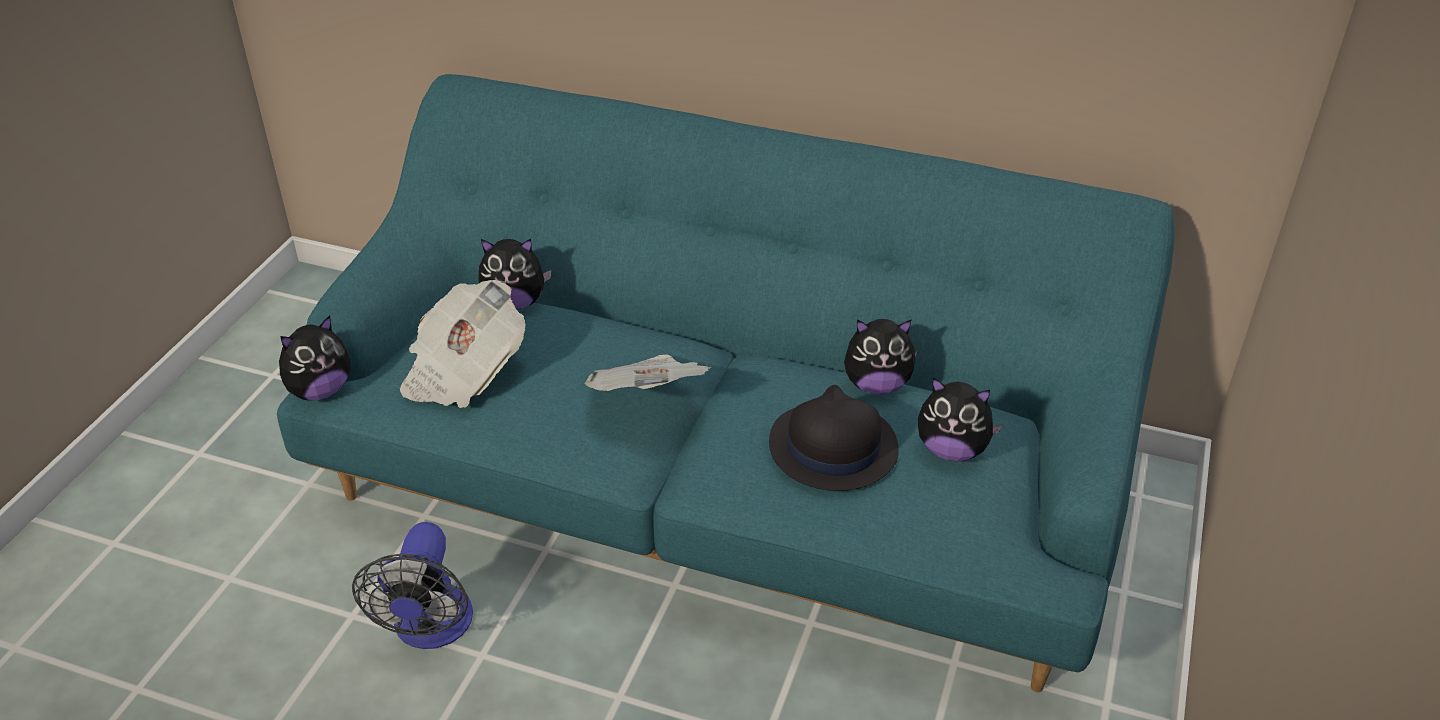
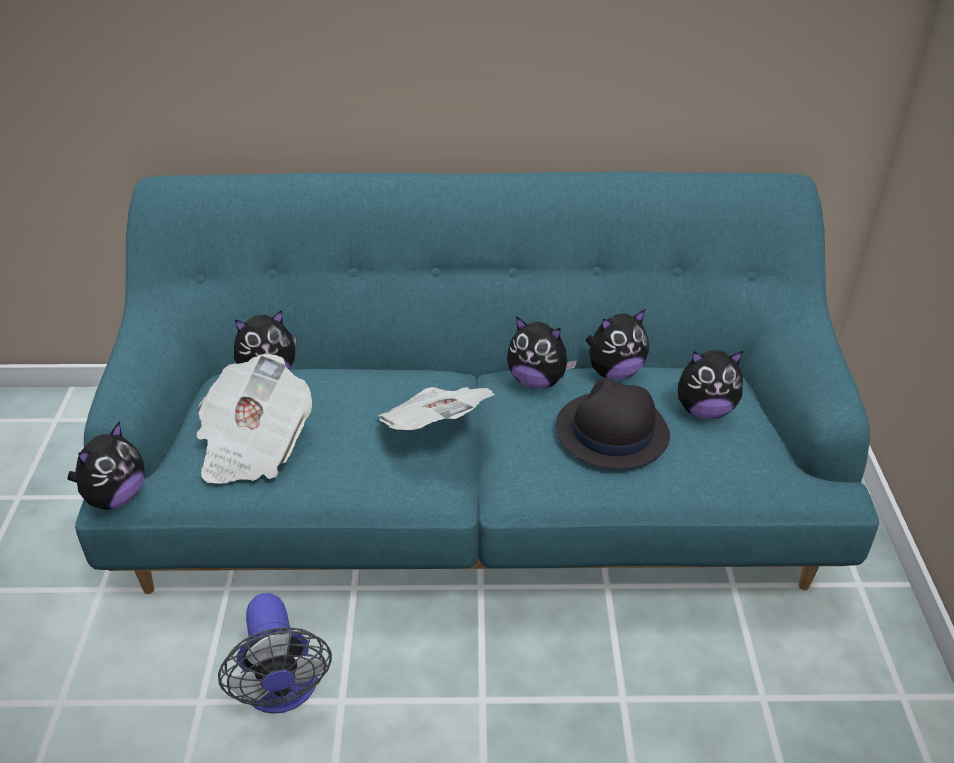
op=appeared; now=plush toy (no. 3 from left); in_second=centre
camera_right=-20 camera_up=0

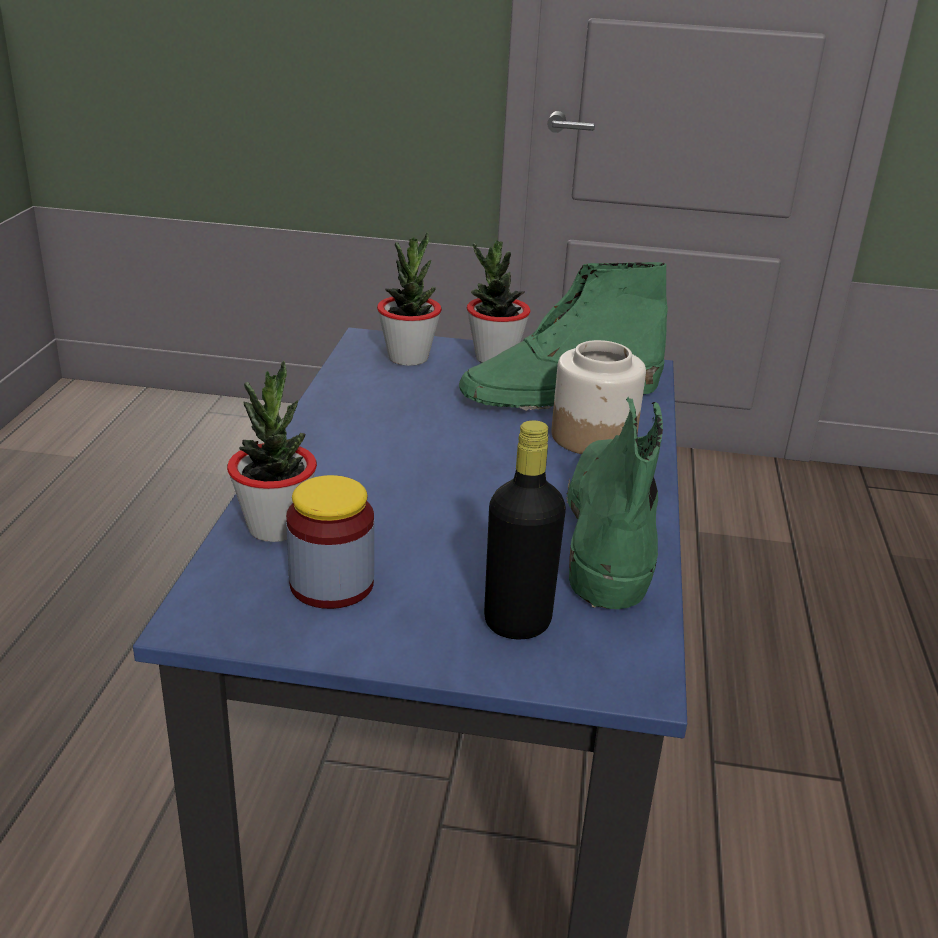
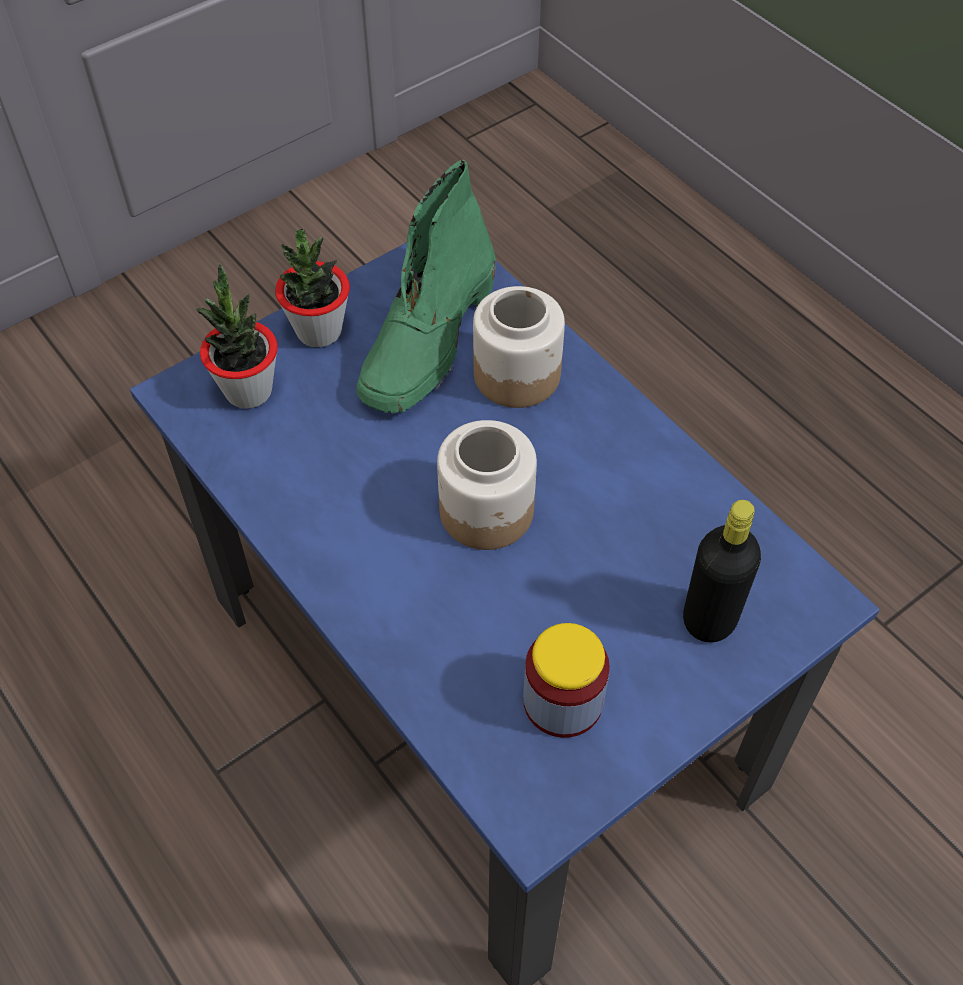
op=missing; was=potted plant (no. 1 from left); in_first=middle left
op=missing; was=green boot (no. 2 from left); in_first=centre
op=appeared; now=jar (no. 1 from left); in_second=centre
camera_right=-45 camera_up=25

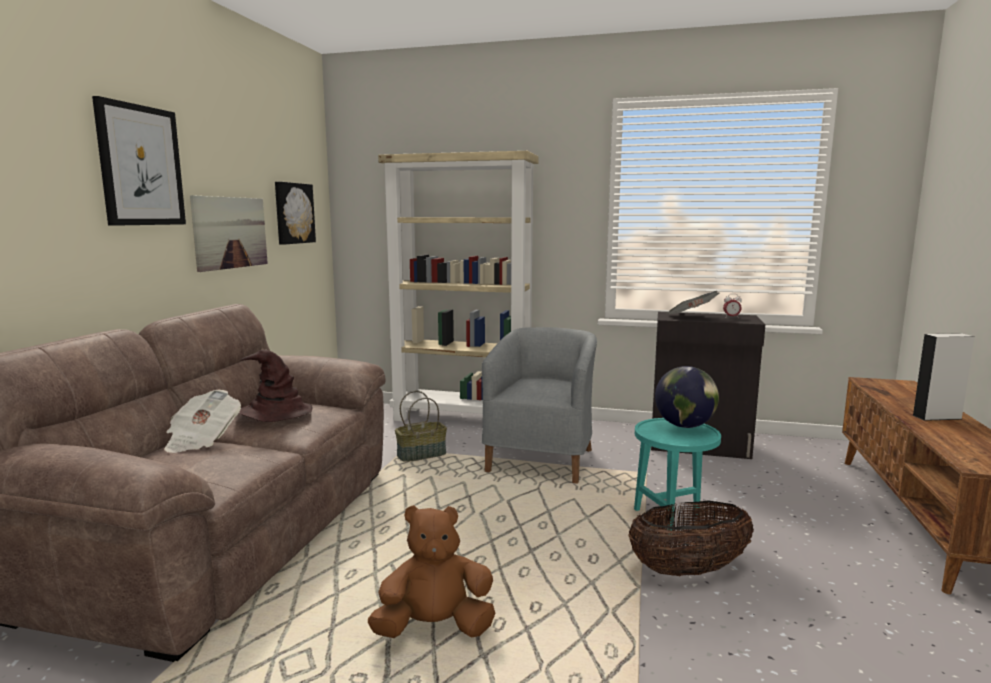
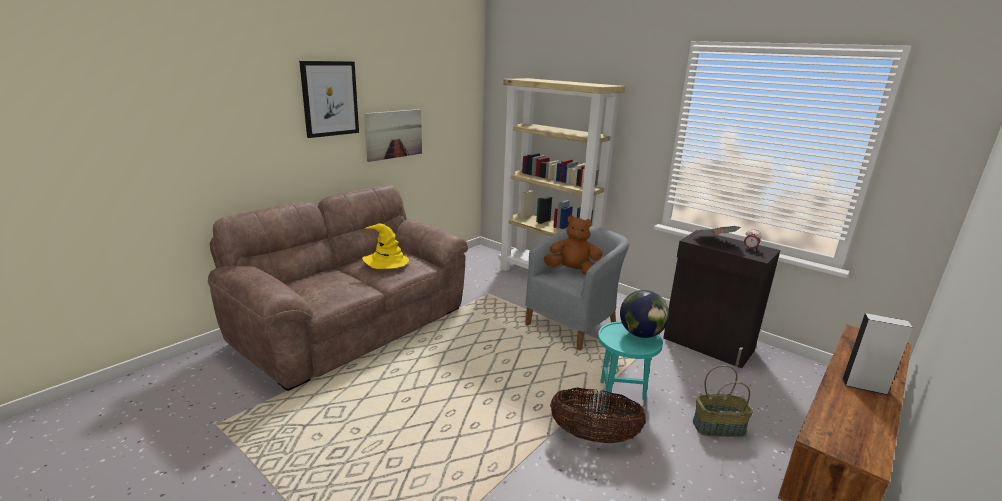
op=missing; was=newspaper (no. 1 from left); in_first=middle left
op=colour; was=brown hat; now=yellow hat; in_first=middle left; in_second=centre
op=missing; was=picture (no. 3 from left); in_first=top left
op=relocated; was=brown plush toy; in_first=bottom centre; in_second=centre
op=relocated; was=basket (no. 1 from left in the first image); now=basket (no. 2 from left); in_first=centre; in_second=bottom right
camera_right=25 camera_up=10

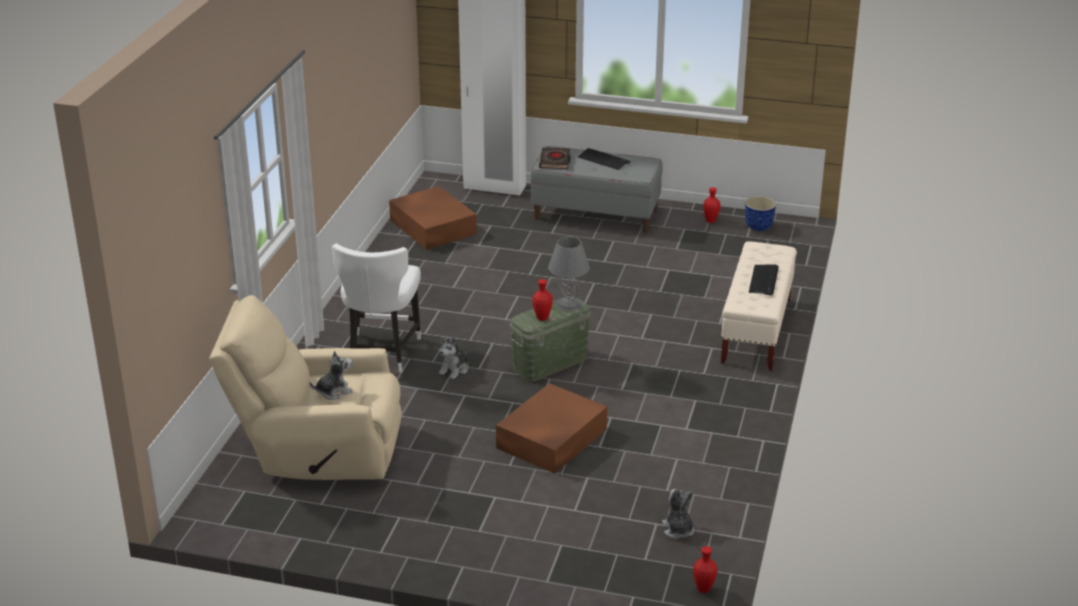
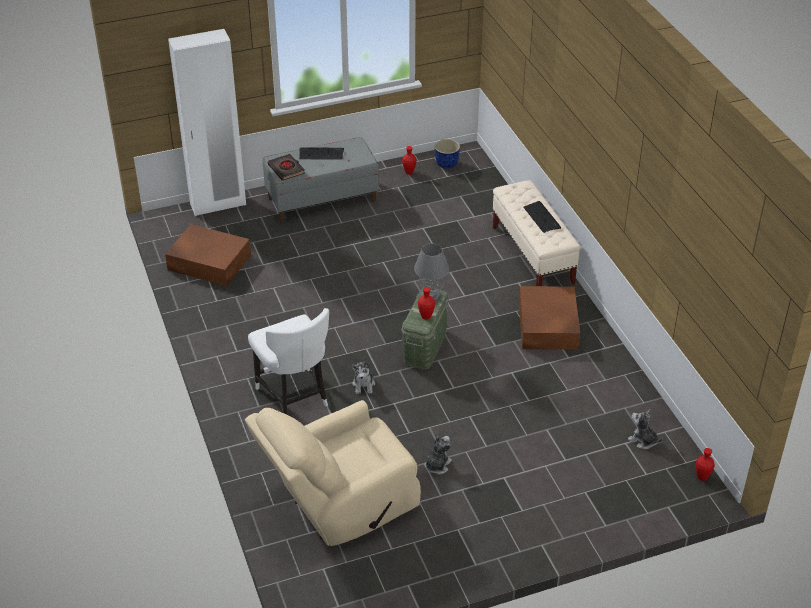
op=relocated; was=plush toy (no. 1 from left in the first image); now=plush toy (no. 2 from left); in_first=middle left; in_second=bottom centre
op=relocated; was=brown storage box (no. 2 from left); in_first=bottom centre; in_second=middle right
camera_right=-35 camera_up=10

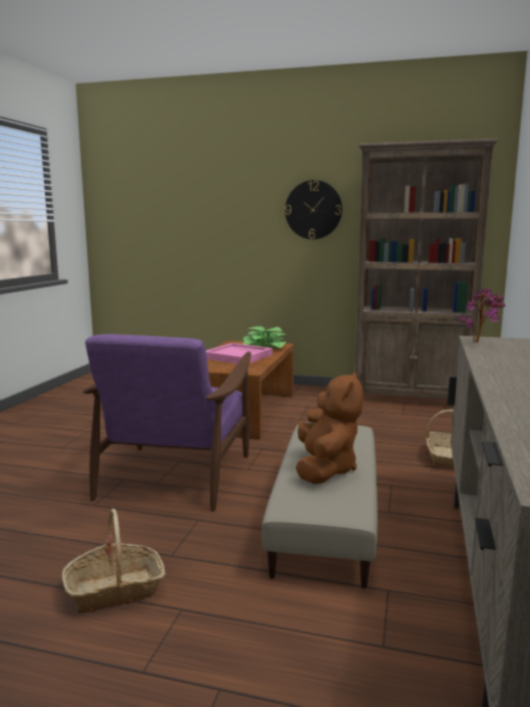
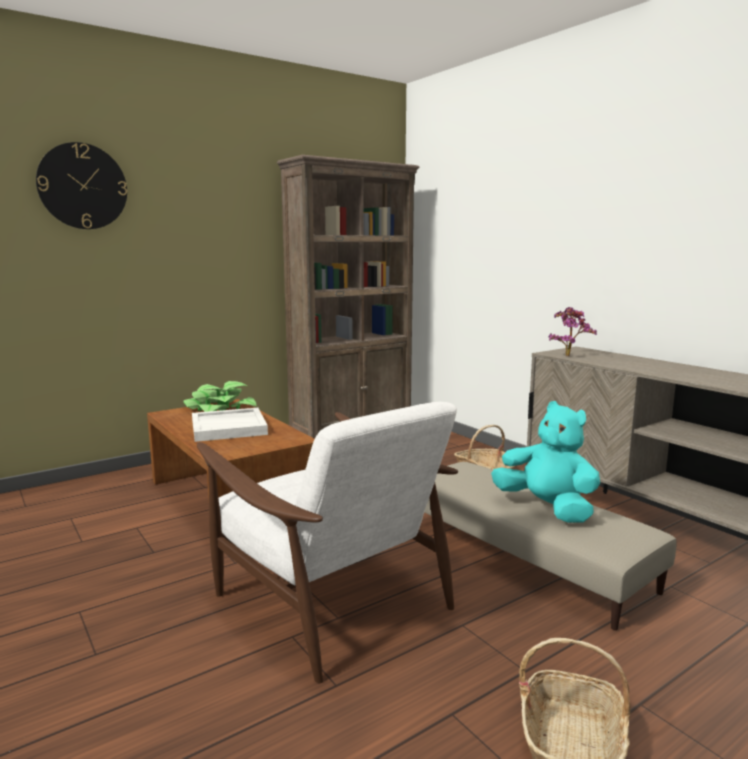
op=colour; was=purple armchair; now=white armchair; in_first=middle left; in_second=bottom centre
op=colour; was=pink tray; now=white tray; in_first=centre; in_second=middle left
op=relocated; was=wall clock; in_first=top centre; in_second=top left
op=colour; was=brown plush toy; now=turquoise plush toy; in_first=centre; in_second=middle right
camera_right=-50 camera_up=0

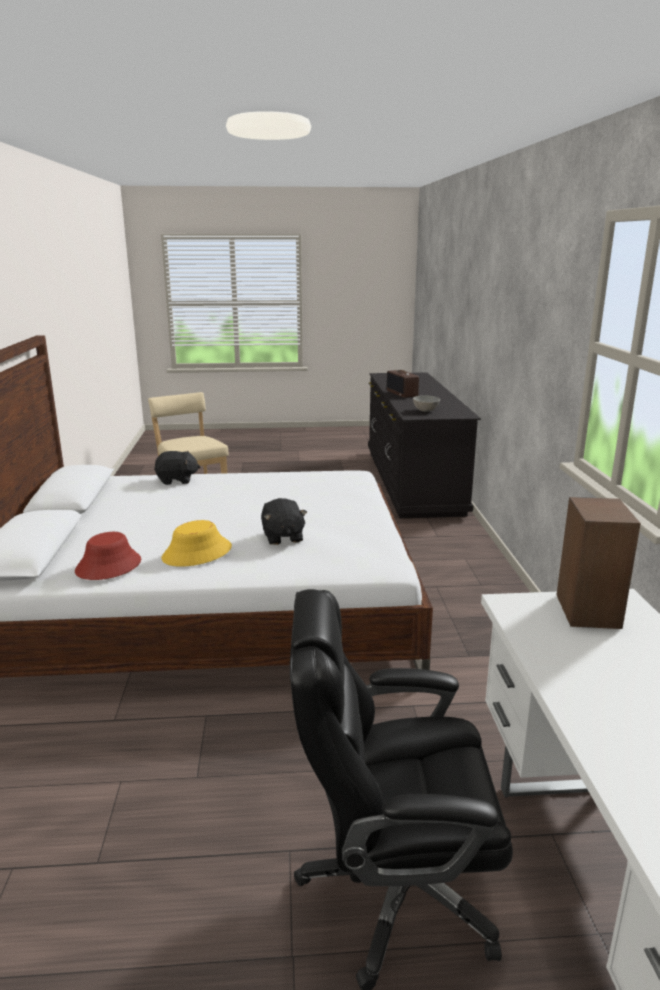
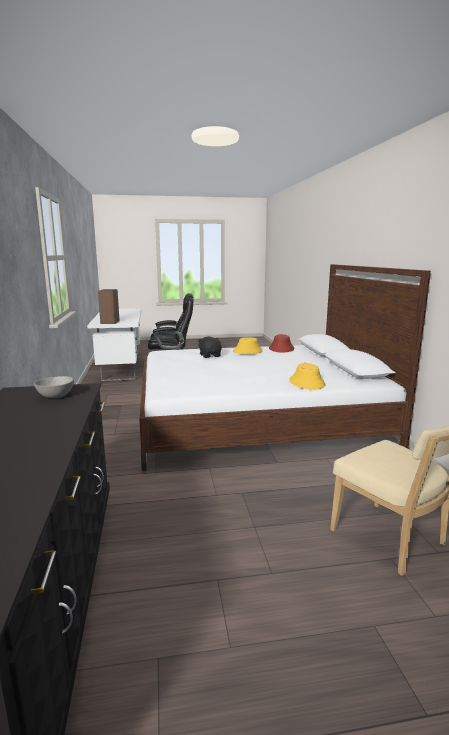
op=exchanged; was=black plush toy (no. 1 from left); now=yellow hat (no. 2 from left); in_first=middle left; in_second=middle right
op=missing; was=radio; in_first=centre
camera_right=175 camera_up=-5

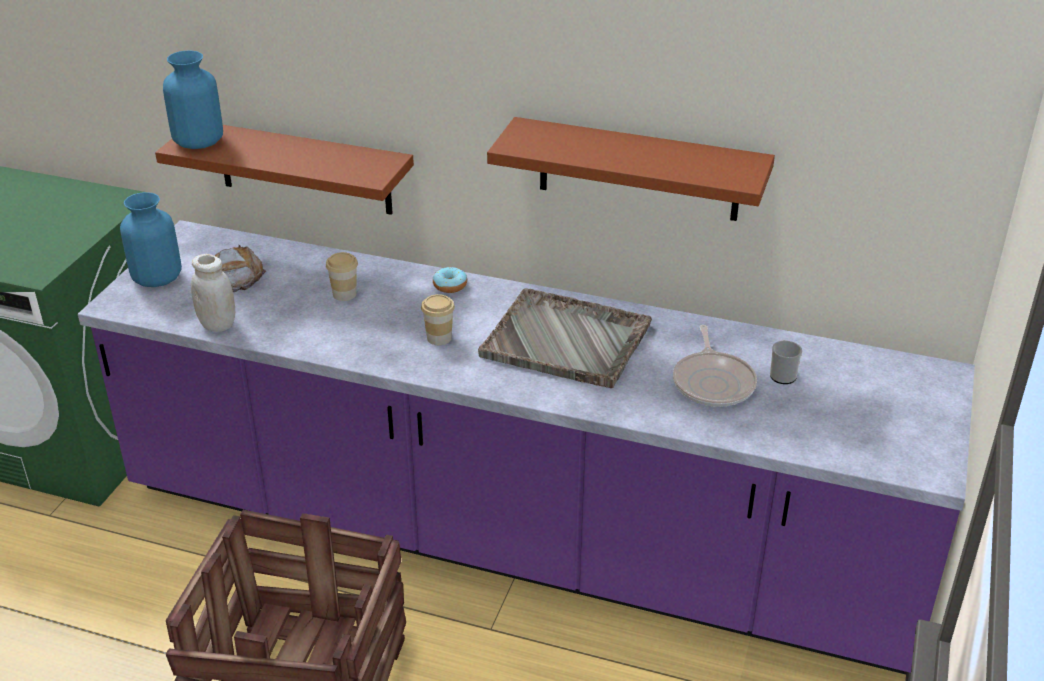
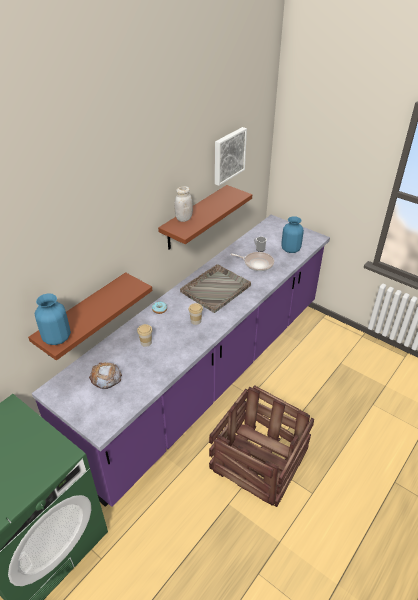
op=relocated; was=blue vase (no. 1 from left in the first image); now=blue vase (no. 2 from left); in_first=middle left; in_second=middle right
op=relocated; was=white jar; in_first=middle left; in_second=centre
op=appeared; now=picture; in_second=top centre
camera_right=-70 camera_up=5

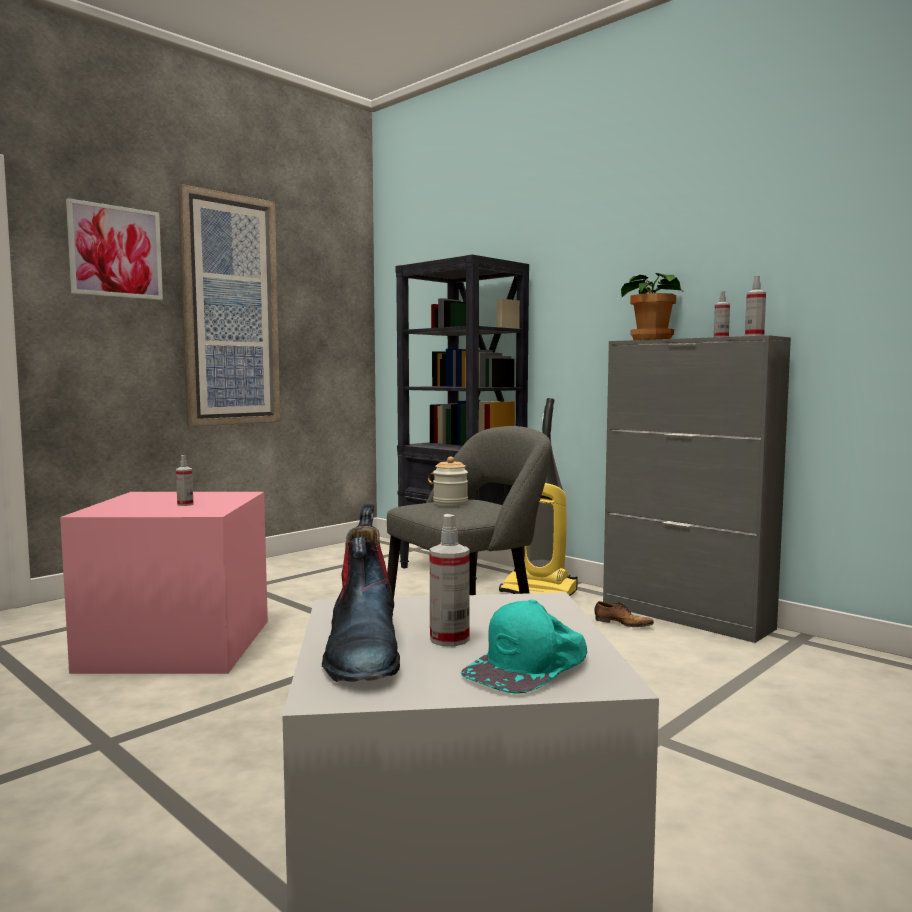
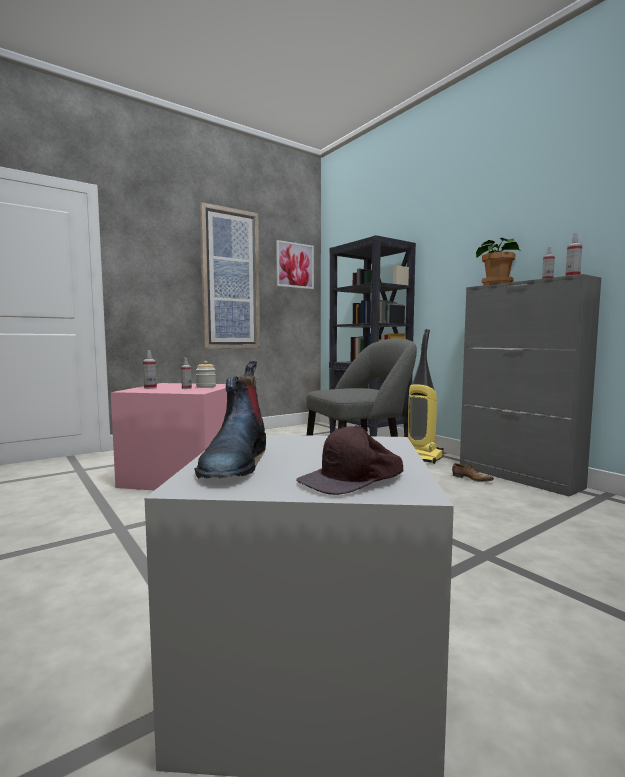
op=relocated; was=picture (no. 1 from left in the first image); now=picture (no. 2 from left); in_first=top left; in_second=centre
op=relocated; was=spray bottle (no. 2 from left in the first image); now=spray bottle (no. 1 from left); in_first=centre; in_second=middle left
op=relocated; was=jar; in_first=centre; in_second=middle left
op=colour; was=turquoise cap; now=brown cap; in_first=bottom centre; in_second=centre
camera_right=10 camera_up=0

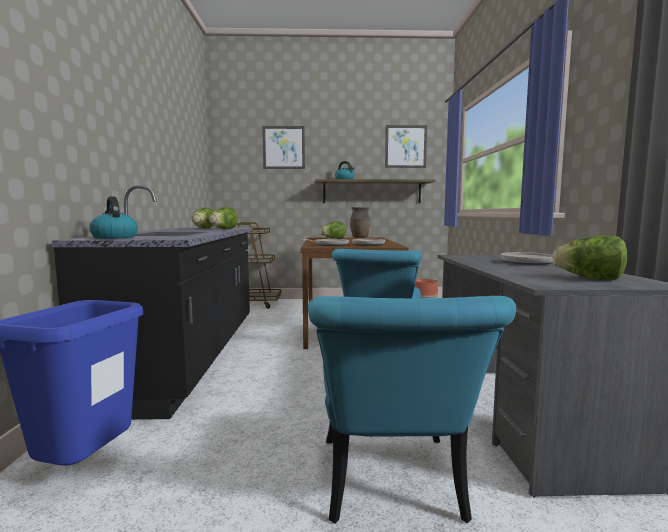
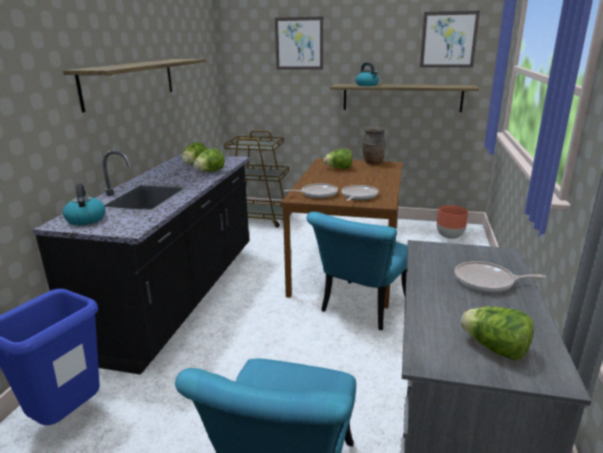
op=appeared; now=shelf (no. 1 from left); in_second=top left
camera_right=15 camera_up=15

